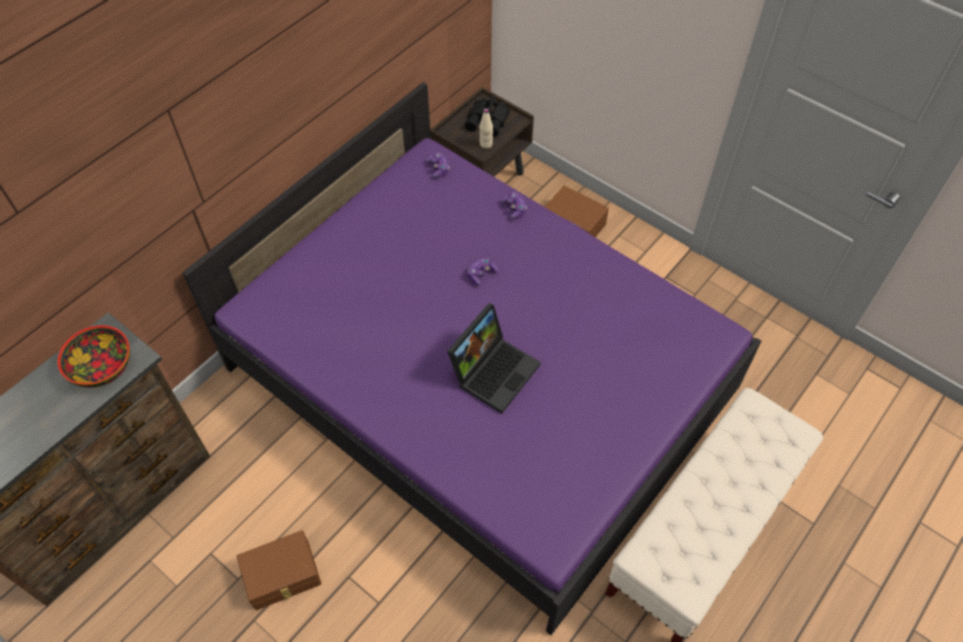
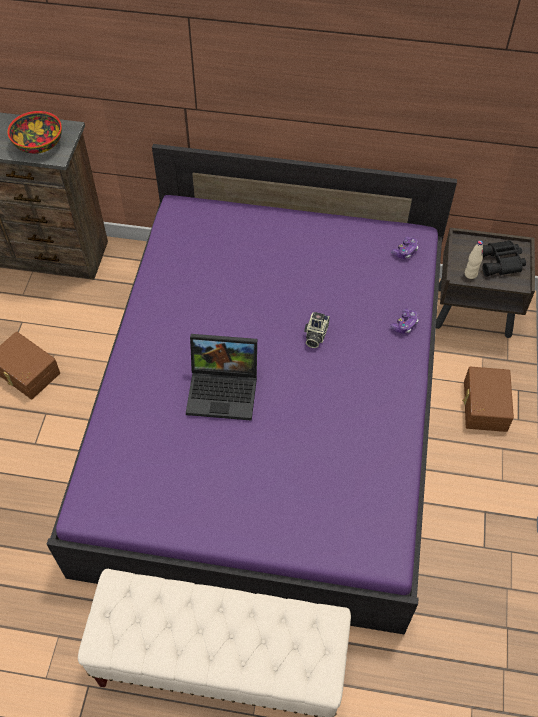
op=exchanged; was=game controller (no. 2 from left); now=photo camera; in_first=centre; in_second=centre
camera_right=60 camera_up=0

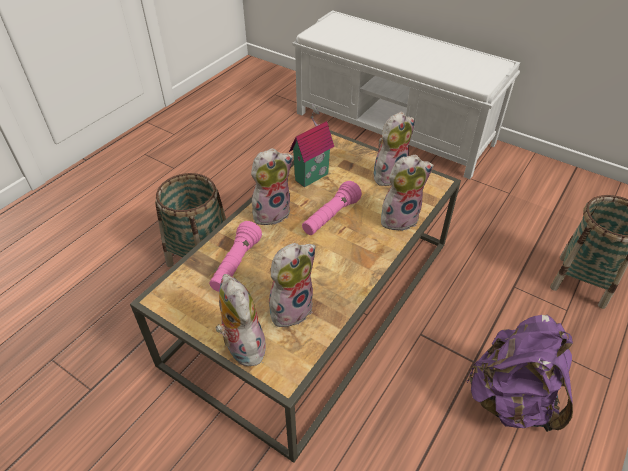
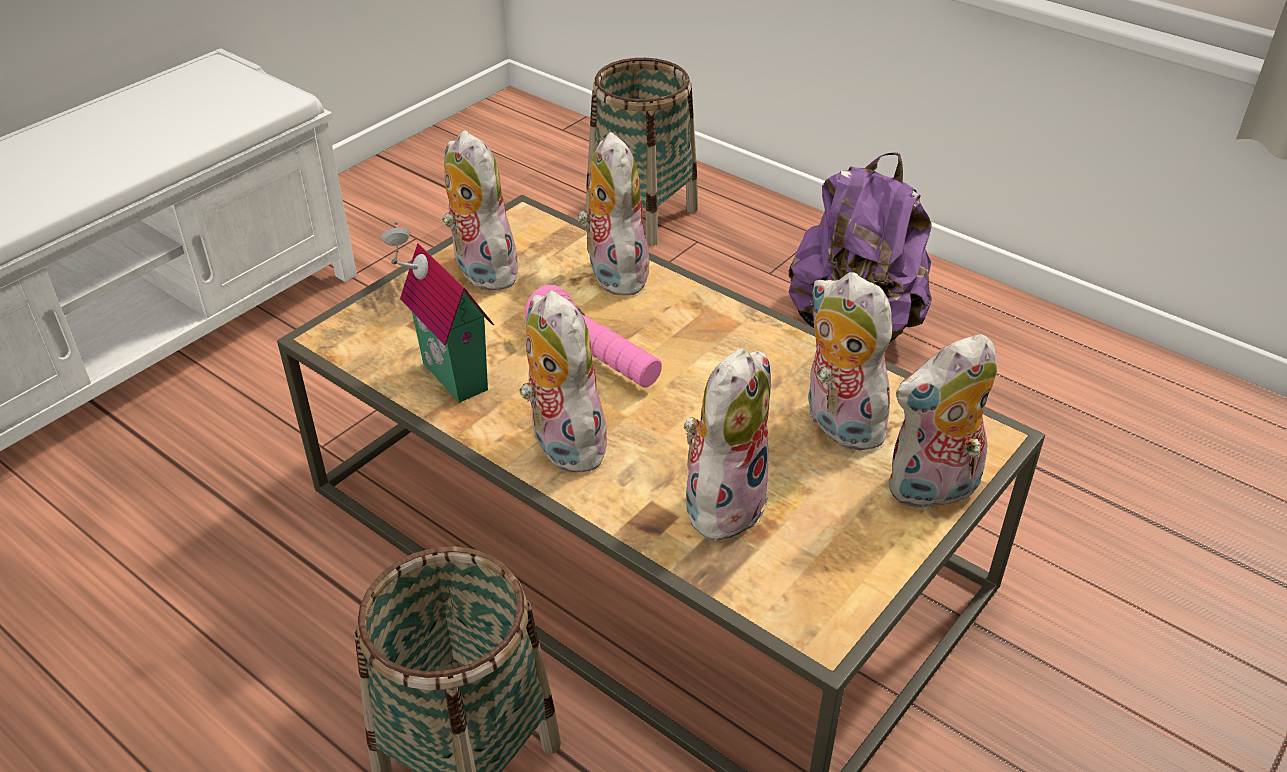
op=exchanged; was=pink flashlight (no. 1 from left); now=plush toy (no. 4 from left); in_first=centre; in_second=centre
camera_right=-85 camera_up=-5

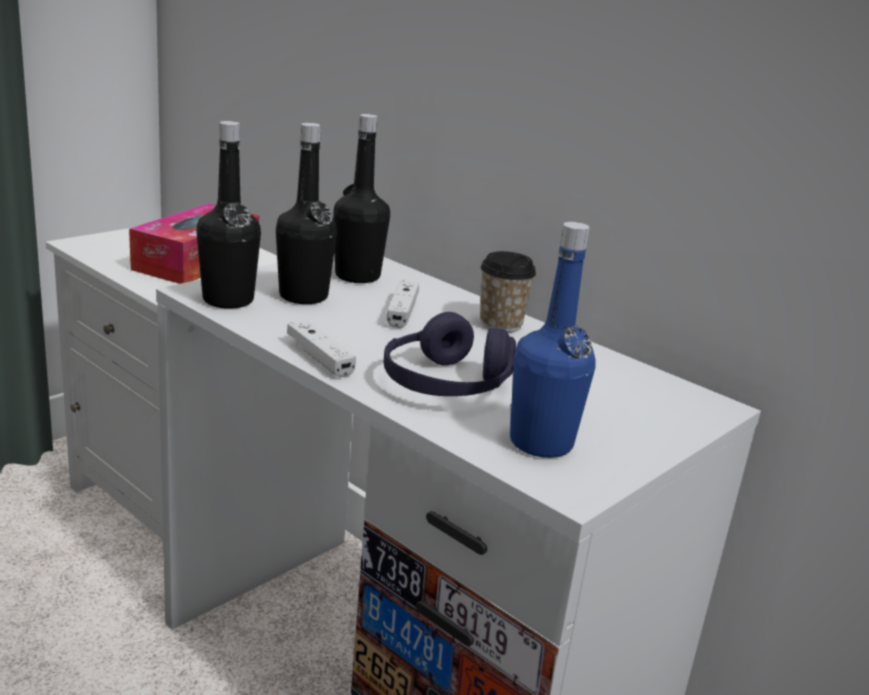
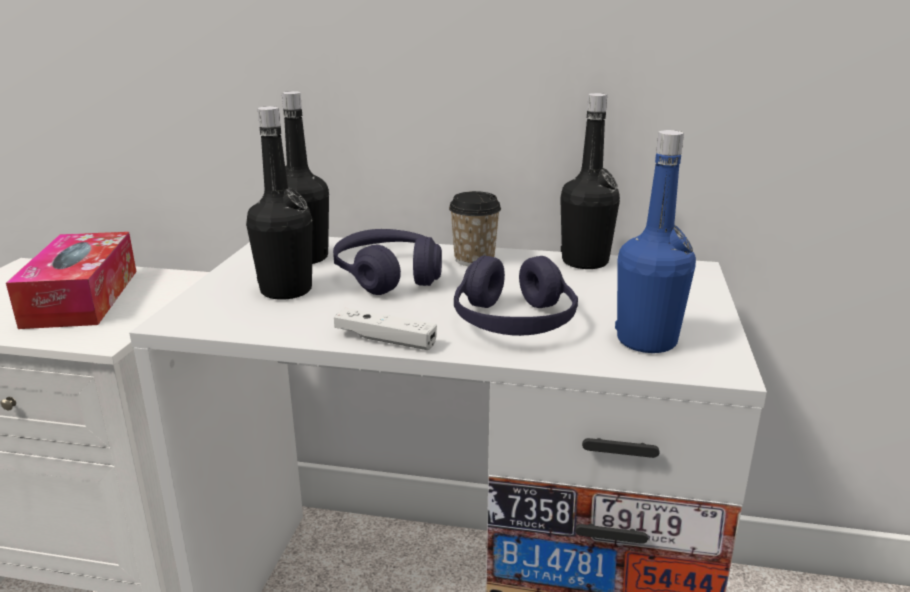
op=relocated; was=black bottle (no. 1 from left in the first image); now=black bottle (no. 3 from left); in_first=top left; in_second=top centre
op=exchanged; was=white game controller (no. 2 from left); now=purple headphones (no. 1 from left); in_first=centre; in_second=centre
camera_right=-30 camera_up=0

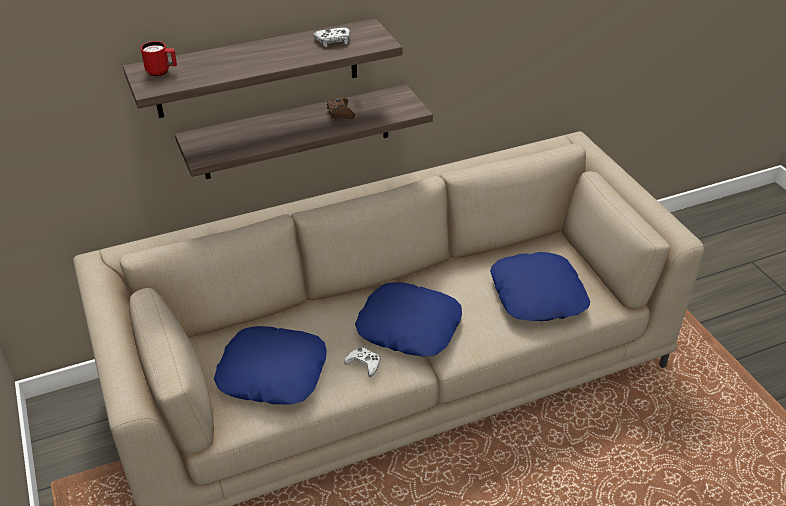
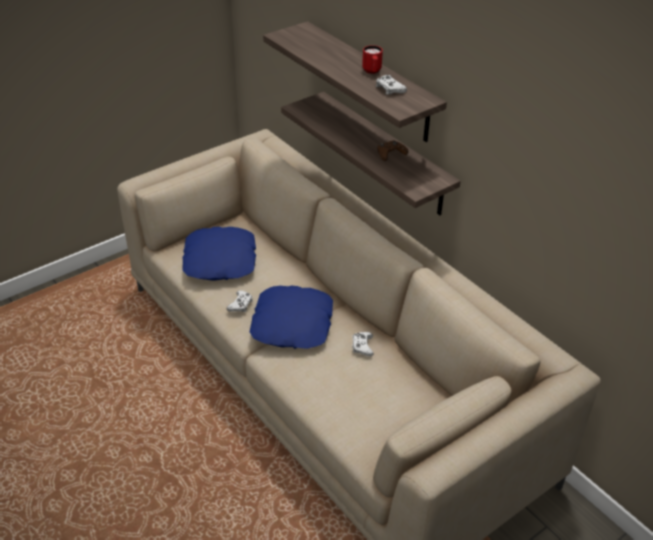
op=relocated; was=red mug; in_first=top left; in_second=top centre
op=missing; was=blue pillow (no. 3 from left); in_first=middle right
op=appeared; now=white game controller (no. 2 from left); in_second=centre
camera_right=75 camera_up=0

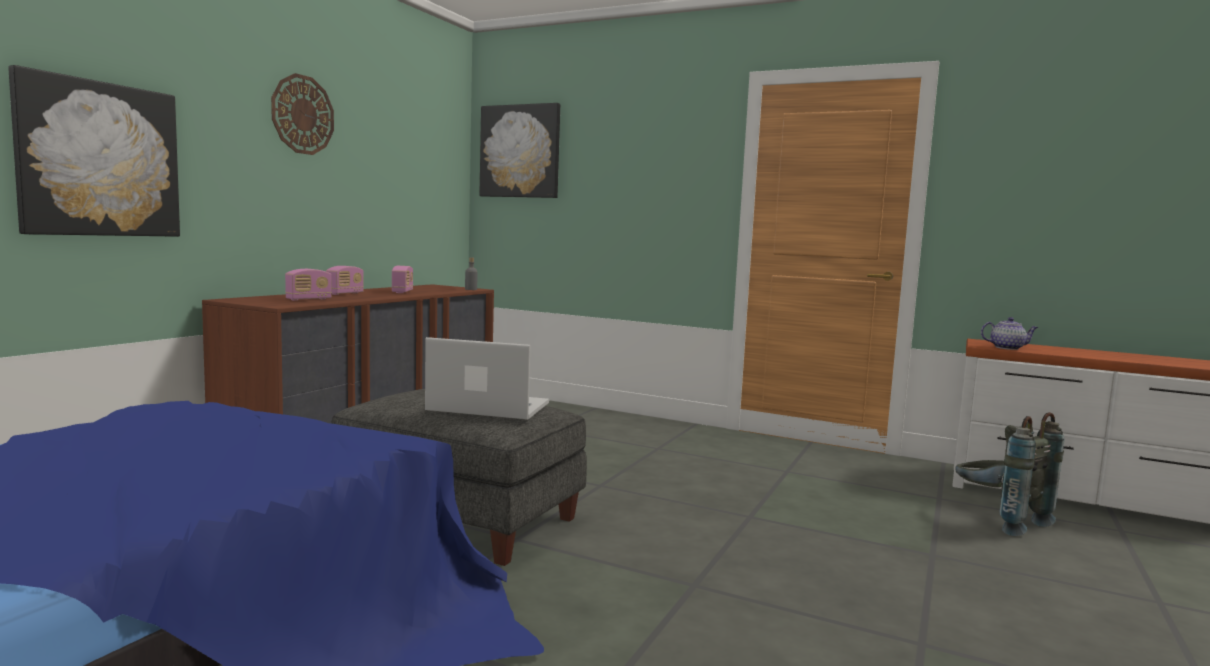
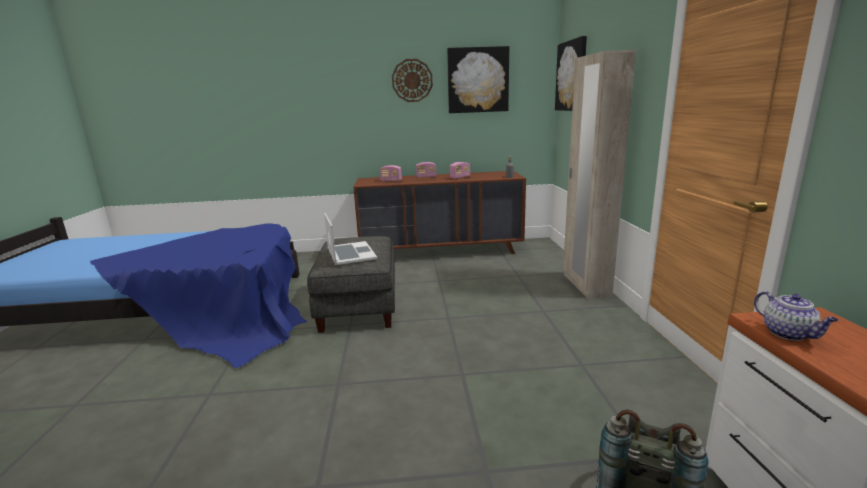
op=relocated; was=picture (no. 1 from left); in_first=top left; in_second=top centre
op=appeared; now=beige wardrobe; in_second=middle right
camera_right=60 camera_up=10

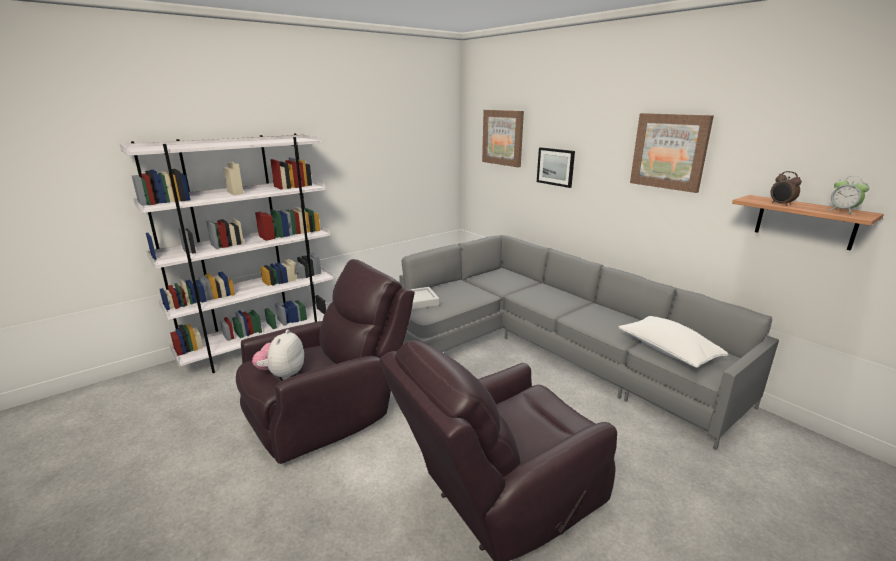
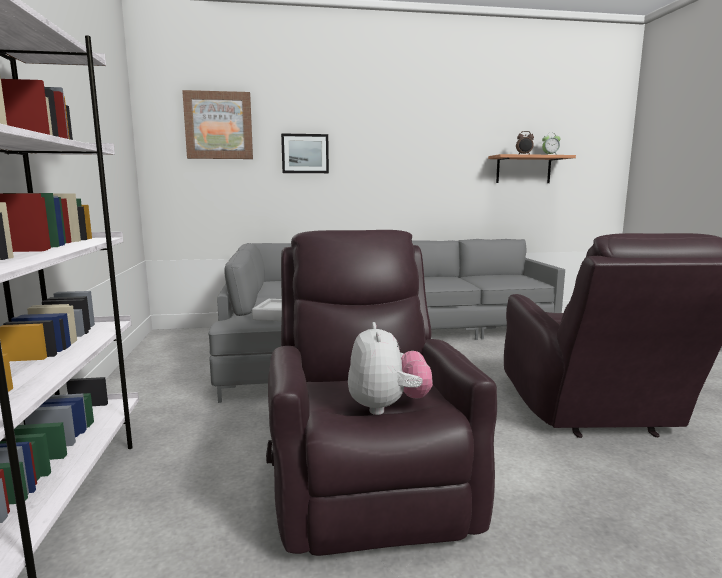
op=spun; was=plush toy; in_first=middle left; in_second=centre; clockwise=-135
op=missing; was=white pillow; in_first=middle right
op=missing; was=picture (no. 3 from left); in_first=top right
camera_right=-60 camera_up=-10

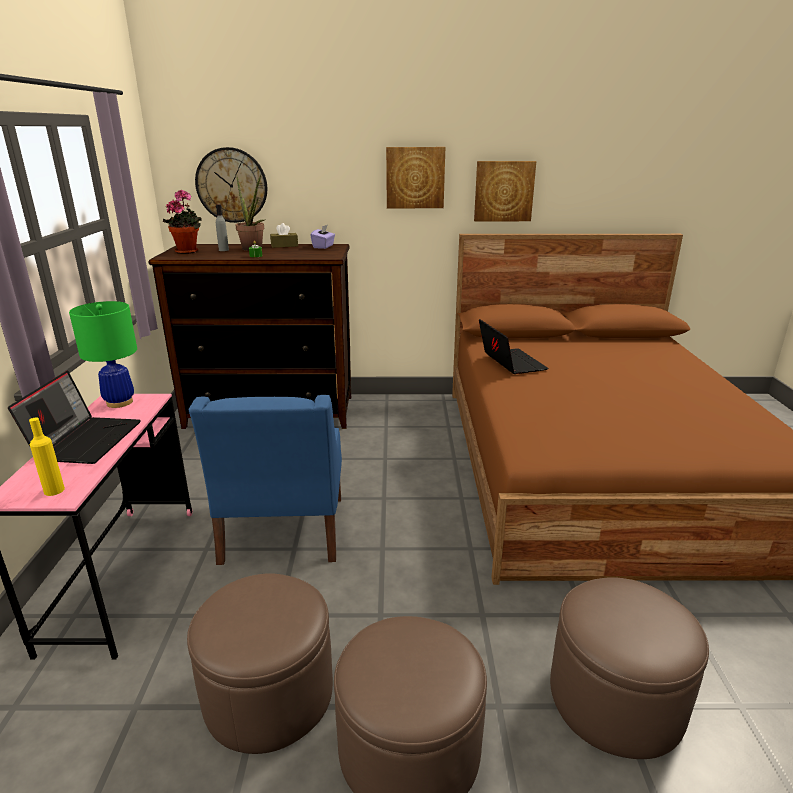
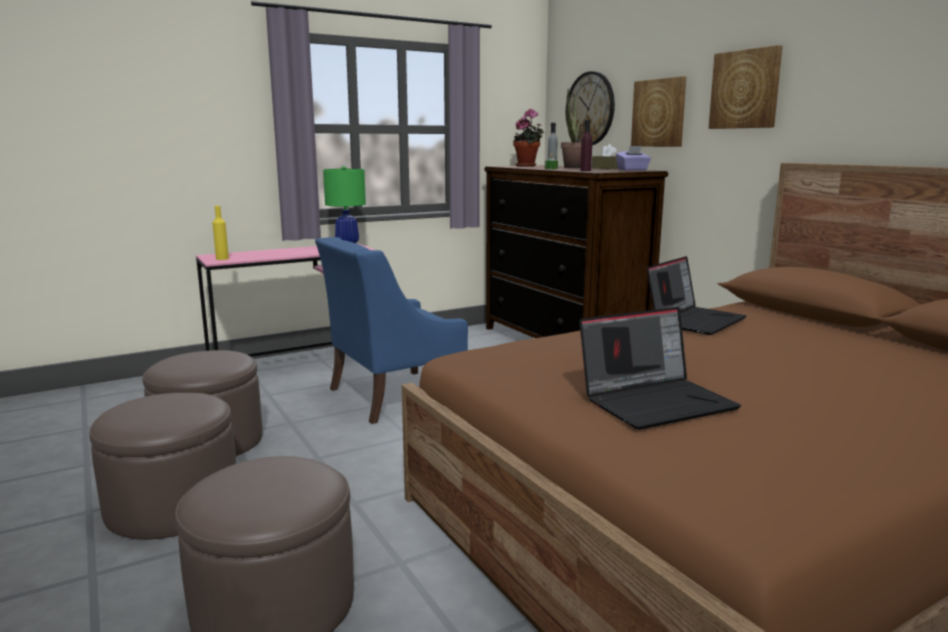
op=relocated; was=laptop (no. 1 from left); in_first=middle left; in_second=middle right
op=relocated; was=picture (no. 2 from left in the first image); now=picture (no. 1 from left); in_first=top centre; in_second=top right
op=appeared; now=purple bottle; in_second=top centre
camera_right=60 camera_up=-10

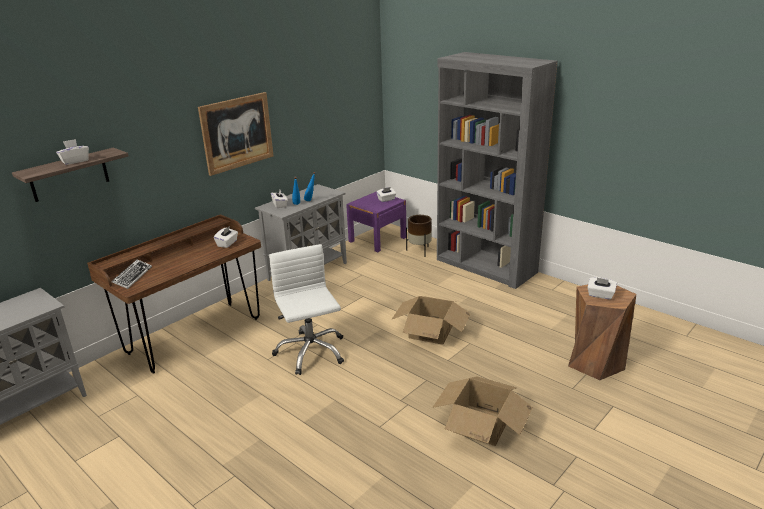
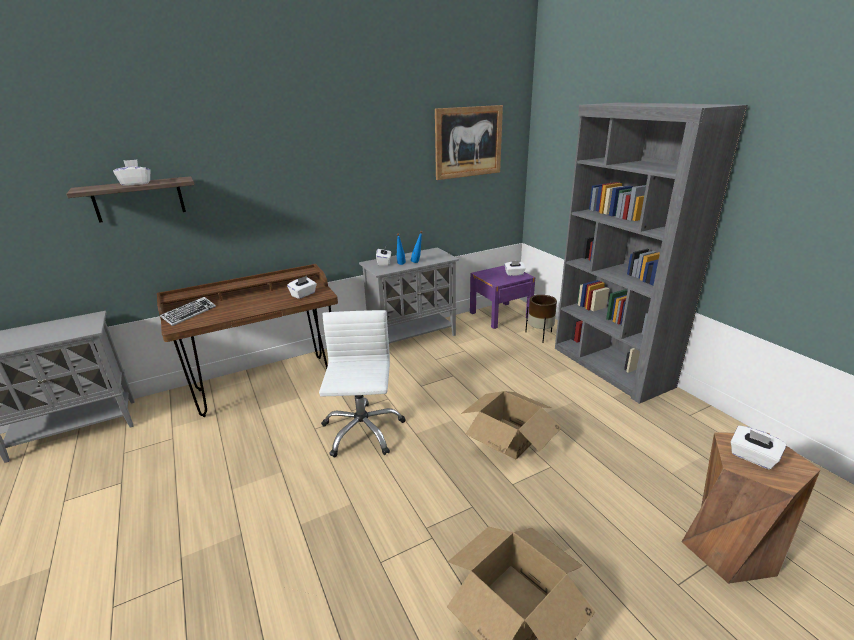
op=relocated; was=picture; in_first=top left; in_second=top centre
camera_right=20 camera_up=0

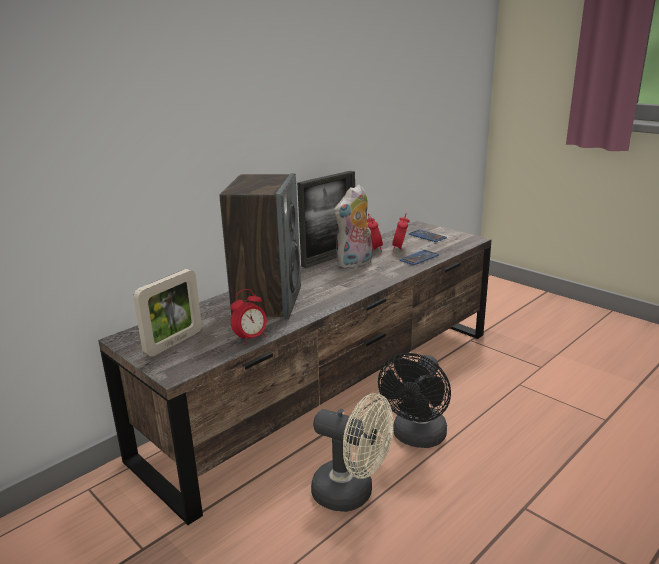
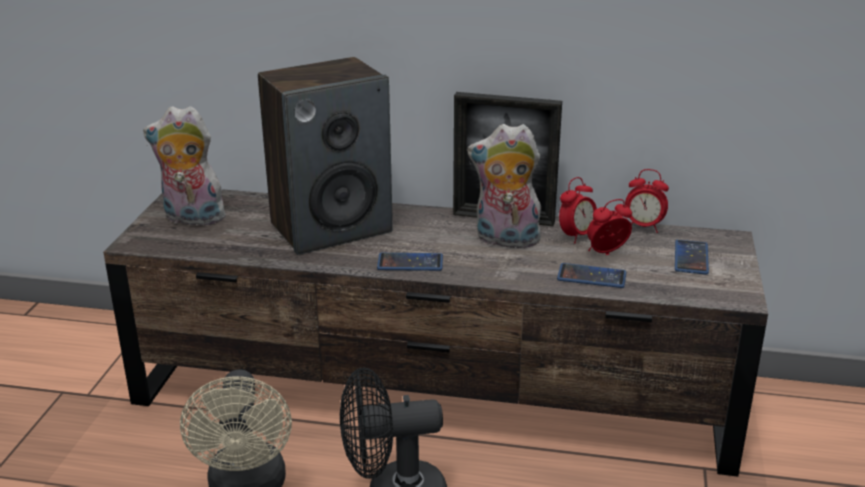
op=exchanged; was=picture frame (no. 1 from left); now=plush toy (no. 1 from left); in_first=middle left; in_second=middle left
op=relocated; was=alarm clock (no. 1 from left in the first image); now=alarm clock (no. 3 from left); in_first=centre; in_second=middle right
op=appeared; now=phone (no. 1 from left); in_second=centre
camera_right=55 camera_up=5

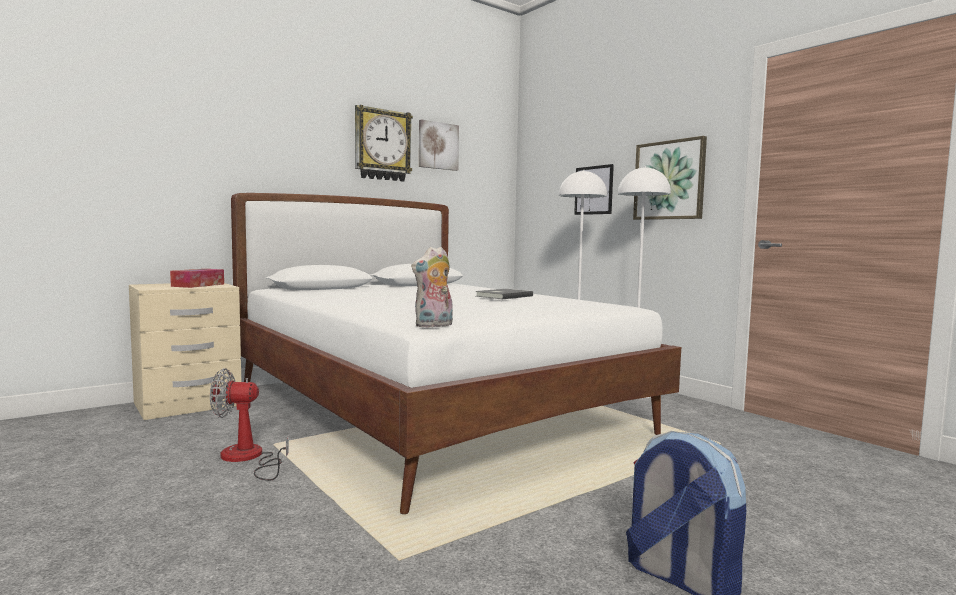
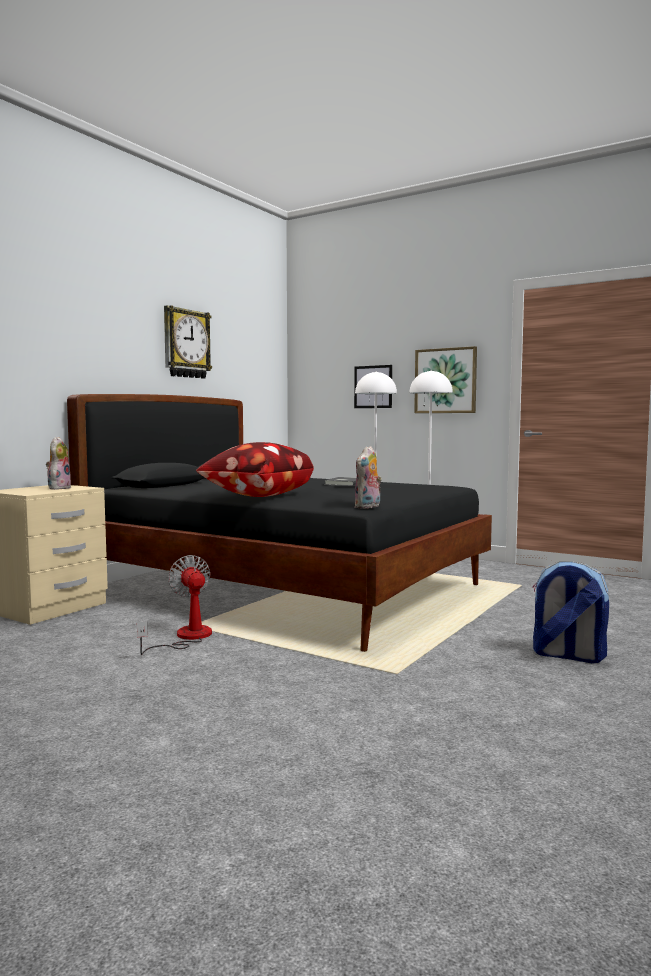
op=exchanged; was=tissue box; now=plush toy (no. 1 from left); in_first=middle left; in_second=middle left
op=spun; was=fan; in_first=bottom left; in_second=middle left; clockwise=90
op=colour; was=white bed; now=black bed; in_first=centre; in_second=centre
op=missing; was=picture (no. 1 from left); in_first=top centre
op=appeared; now=pillow; in_second=centre
camera_right=-20 camera_up=0

